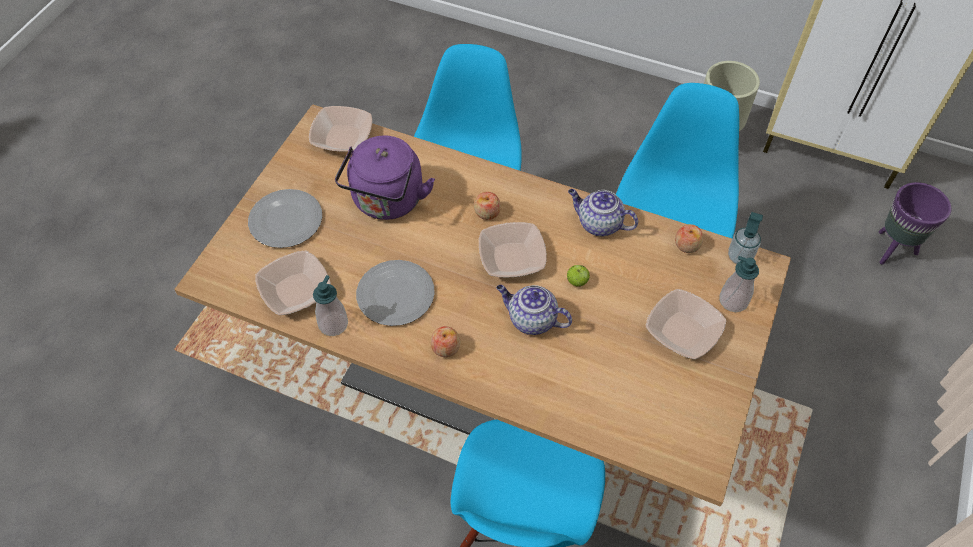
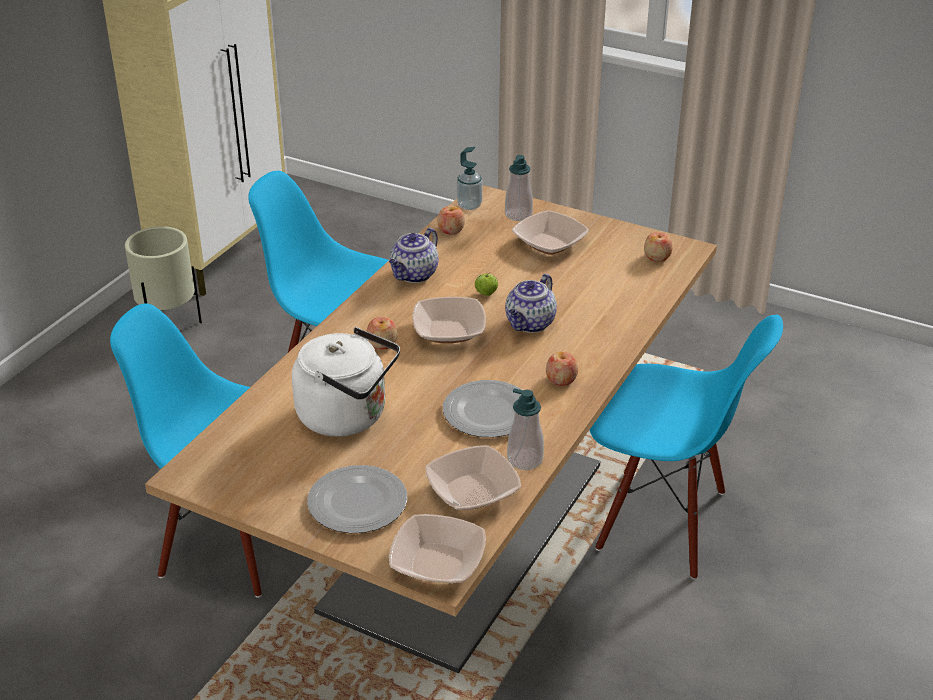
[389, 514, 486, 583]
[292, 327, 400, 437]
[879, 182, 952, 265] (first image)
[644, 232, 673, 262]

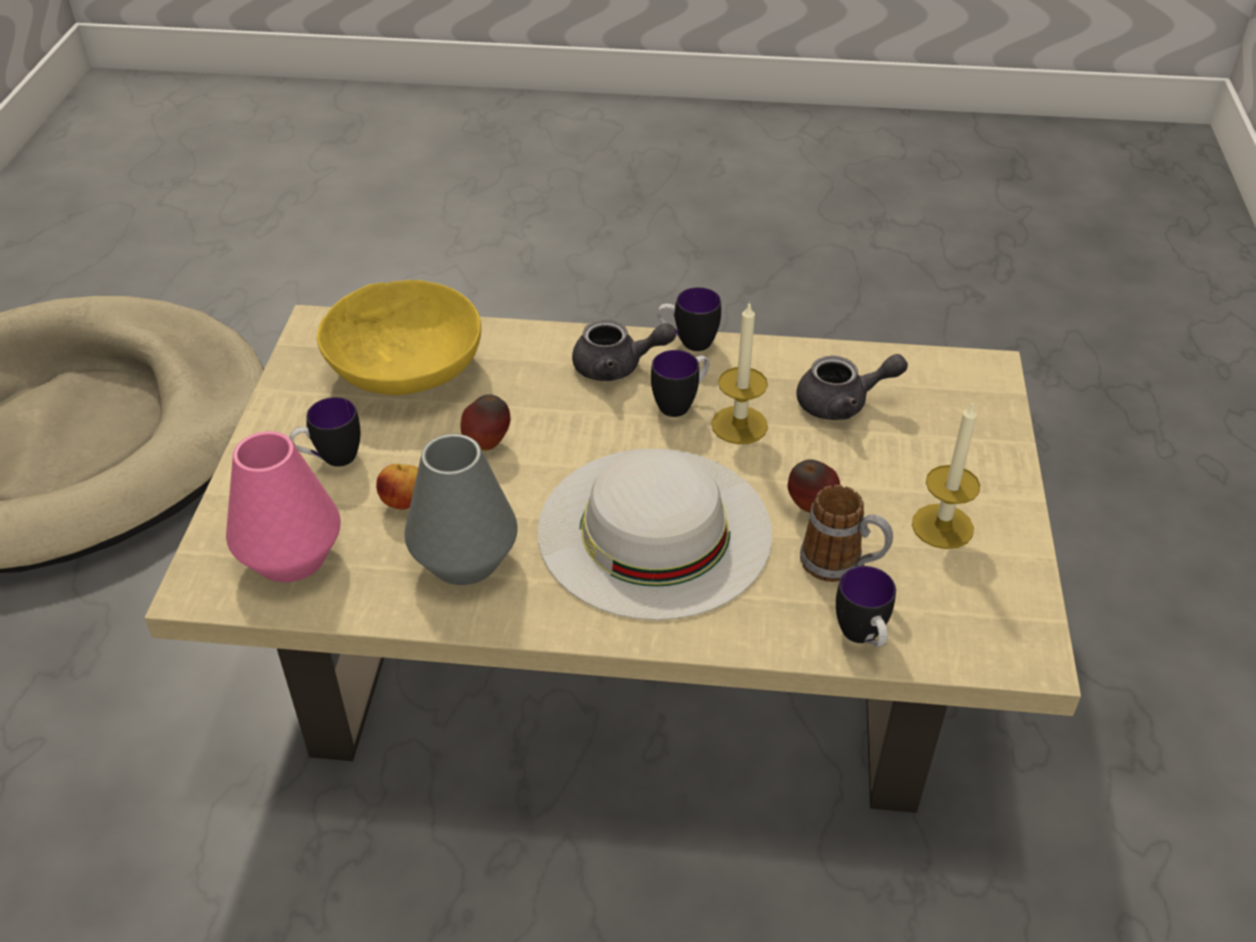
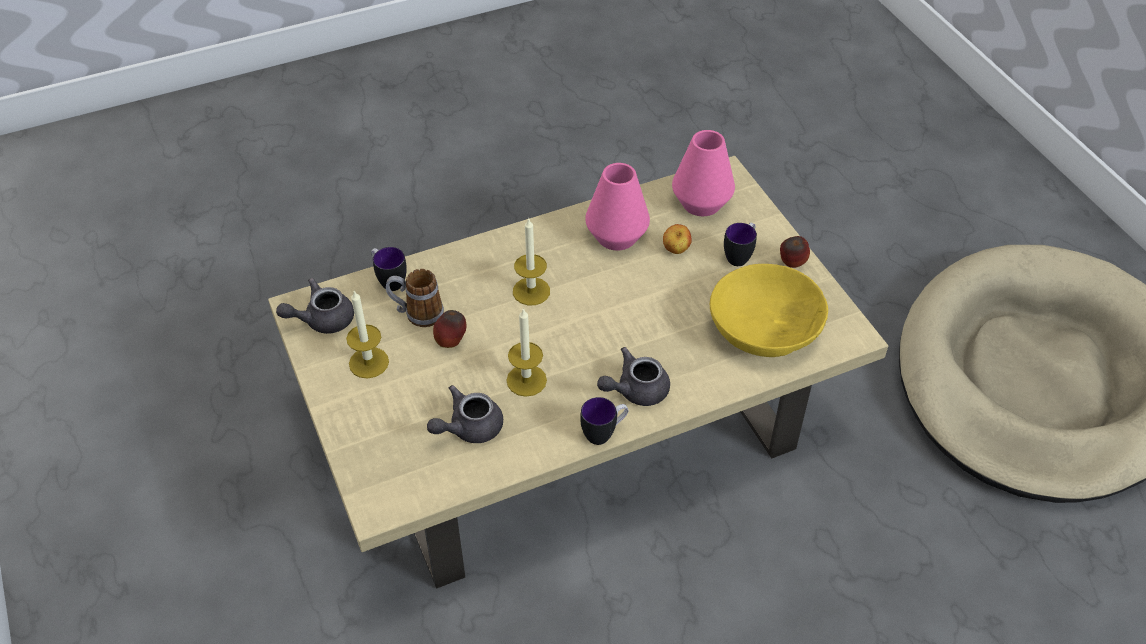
[651, 350, 709, 417] (first image)
[780, 236, 810, 268]
[585, 163, 650, 250]
[513, 218, 550, 305]
[276, 278, 354, 334]

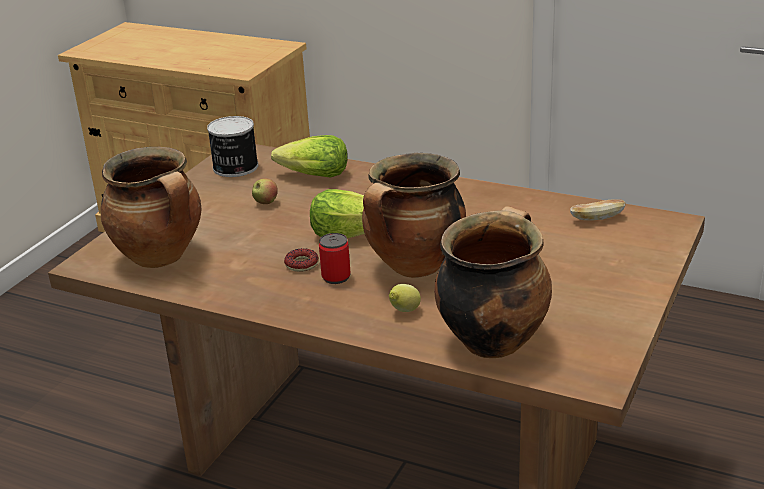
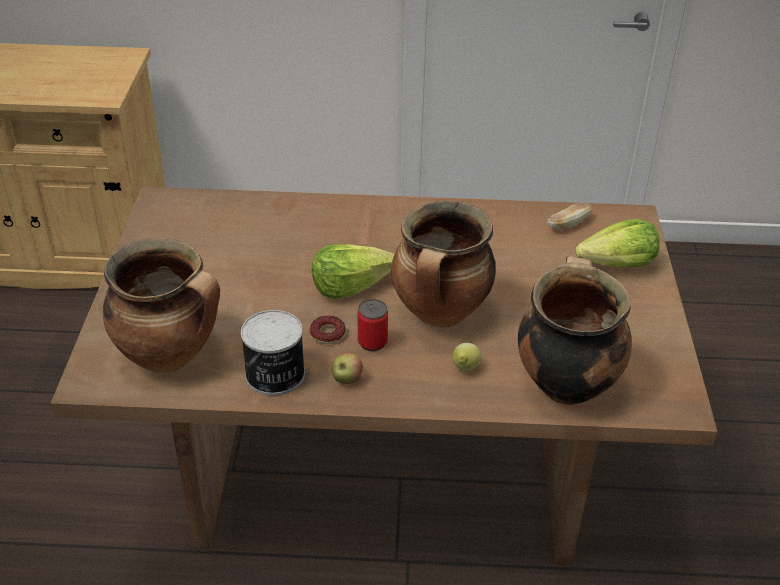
[241, 310, 305, 396]
[575, 219, 660, 267]
[332, 352, 363, 384]

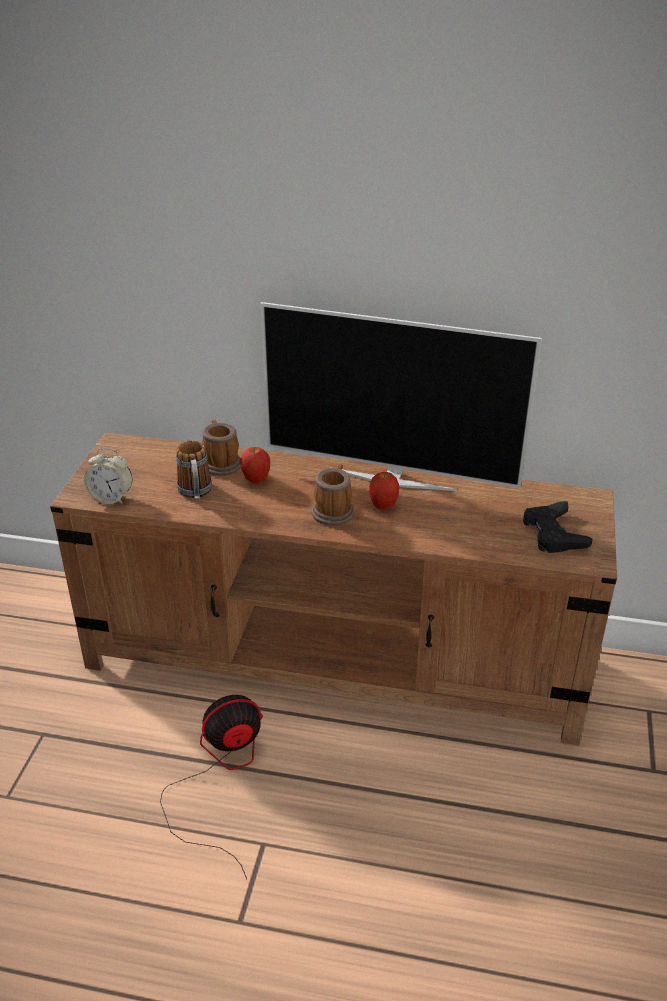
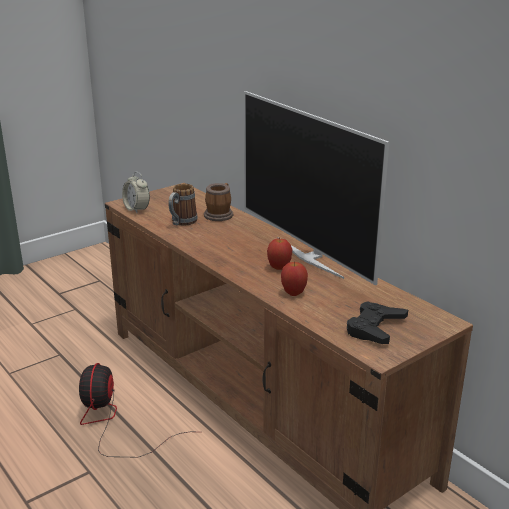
[281, 261, 308, 296]
[312, 464, 354, 526] (first image)
[79, 363, 187, 457]

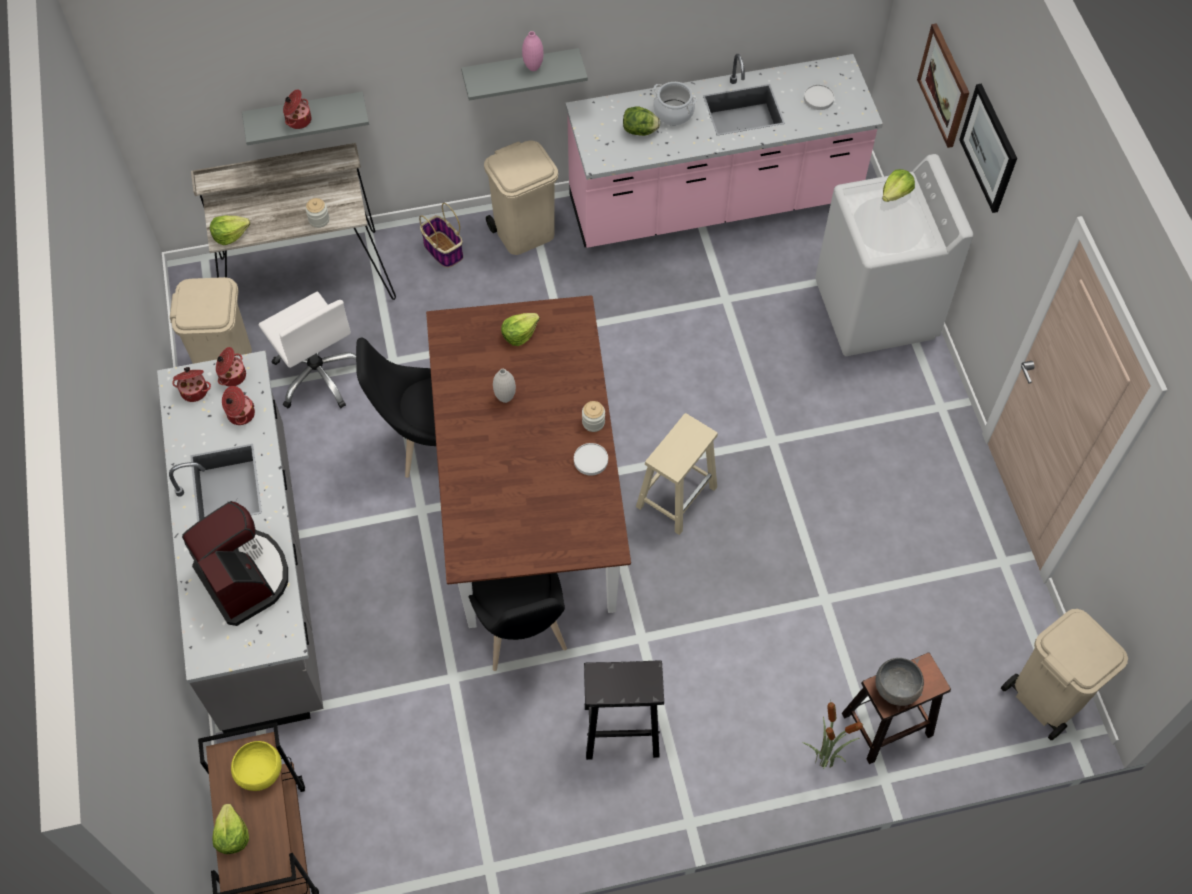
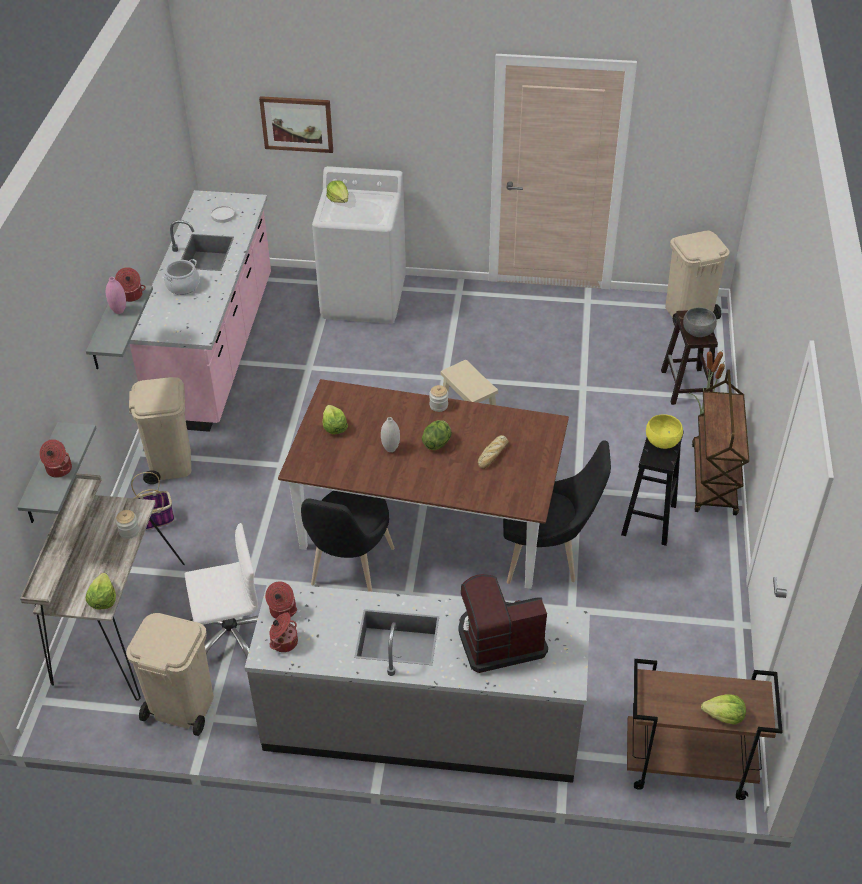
[959, 83, 1017, 213] (first image)
[422, 420, 452, 450]
[115, 267, 146, 302]
[574, 443, 608, 476] (first image)
[646, 415, 683, 449]
[692, 369, 749, 515]
[478, 435, 509, 469]

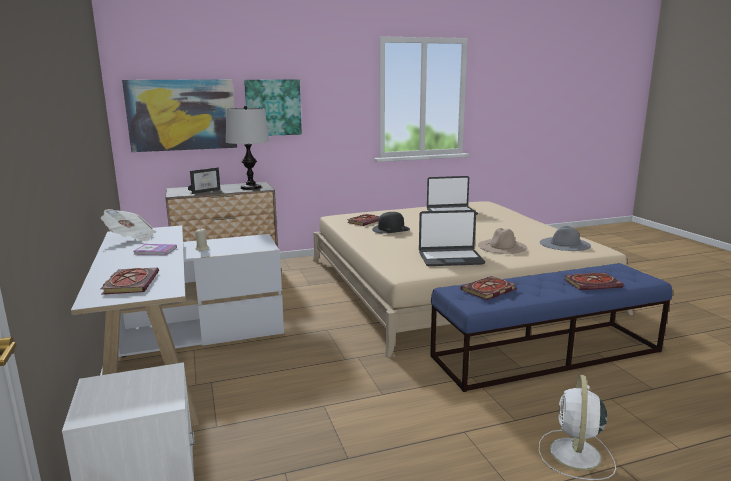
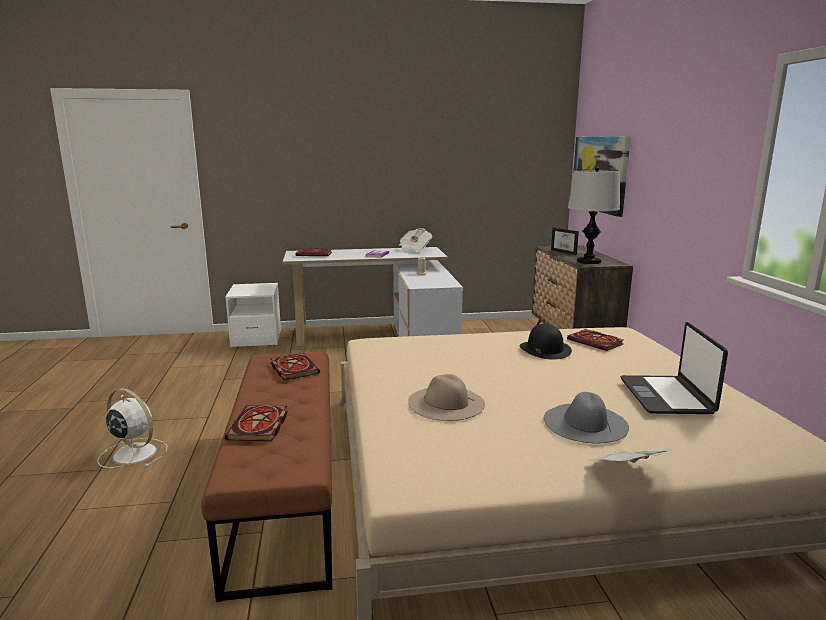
[244, 79, 302, 136] (first image)
[419, 210, 485, 266] (first image)
[544, 392, 629, 444]
[201, 351, 332, 602]
[591, 449, 671, 463]

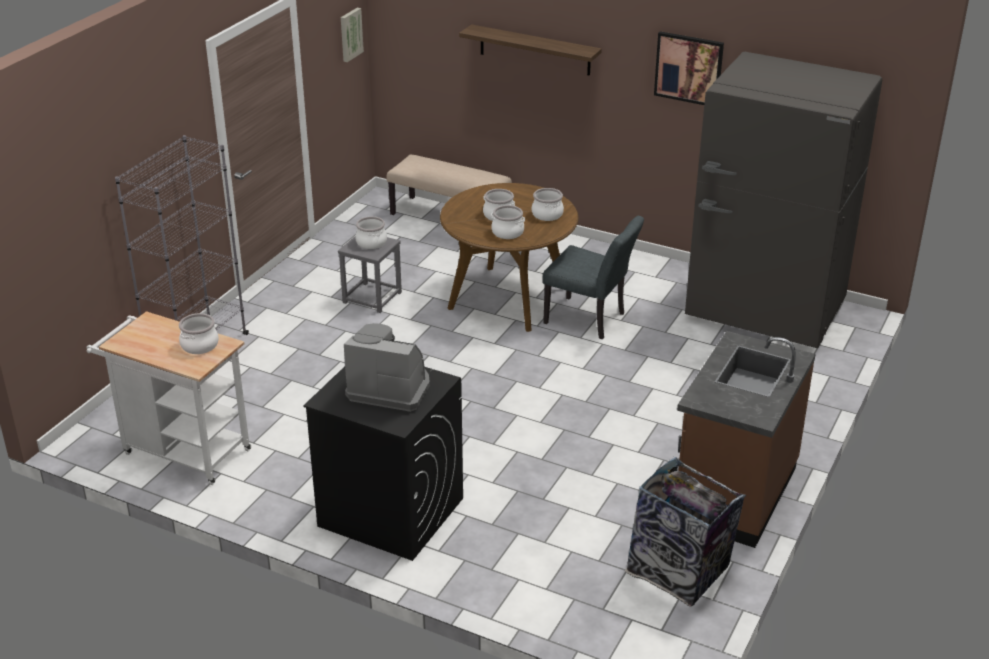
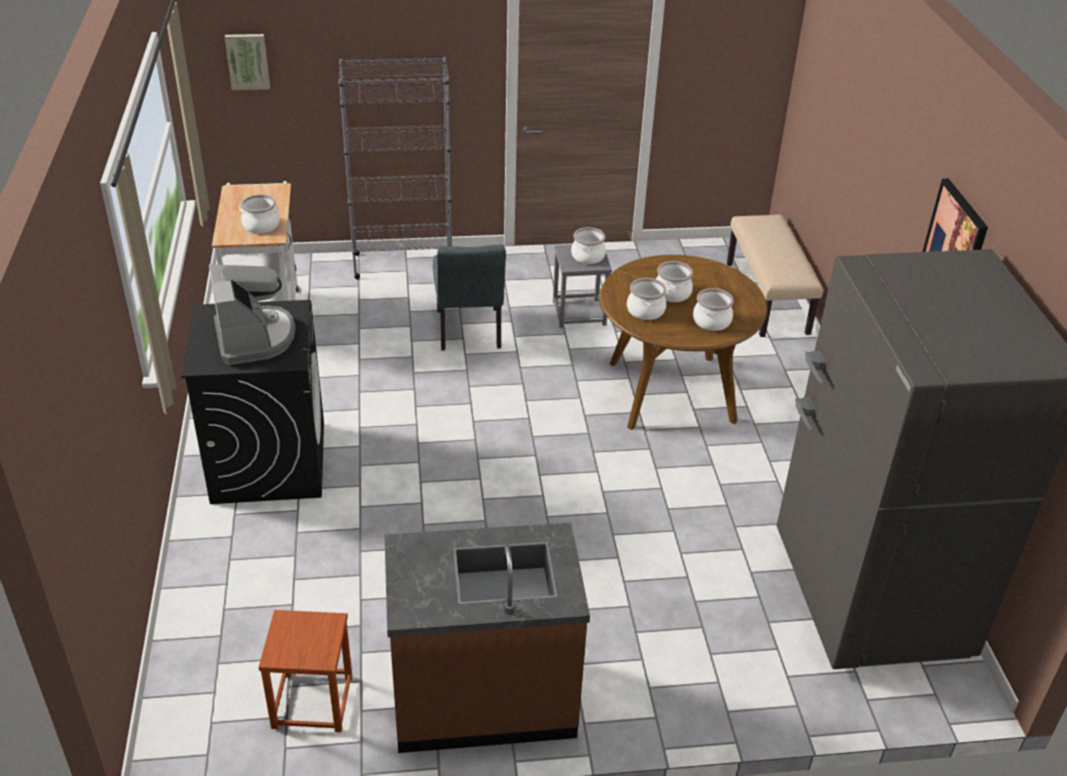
[225, 34, 270, 90]
[459, 24, 602, 76] (first image)
[433, 245, 506, 351]
[258, 610, 352, 732]

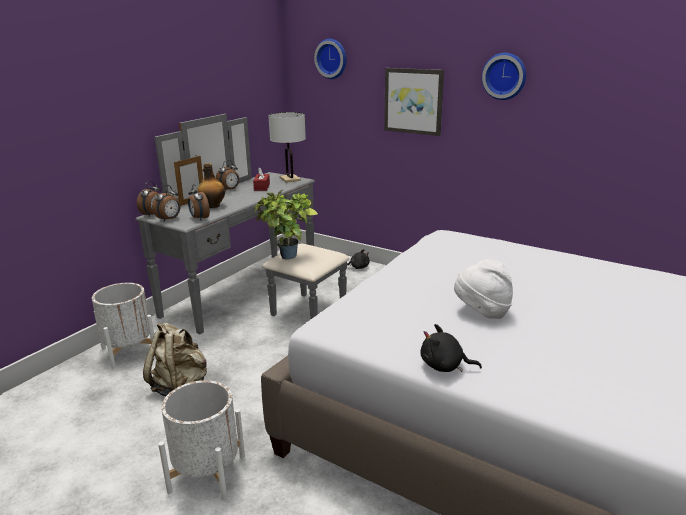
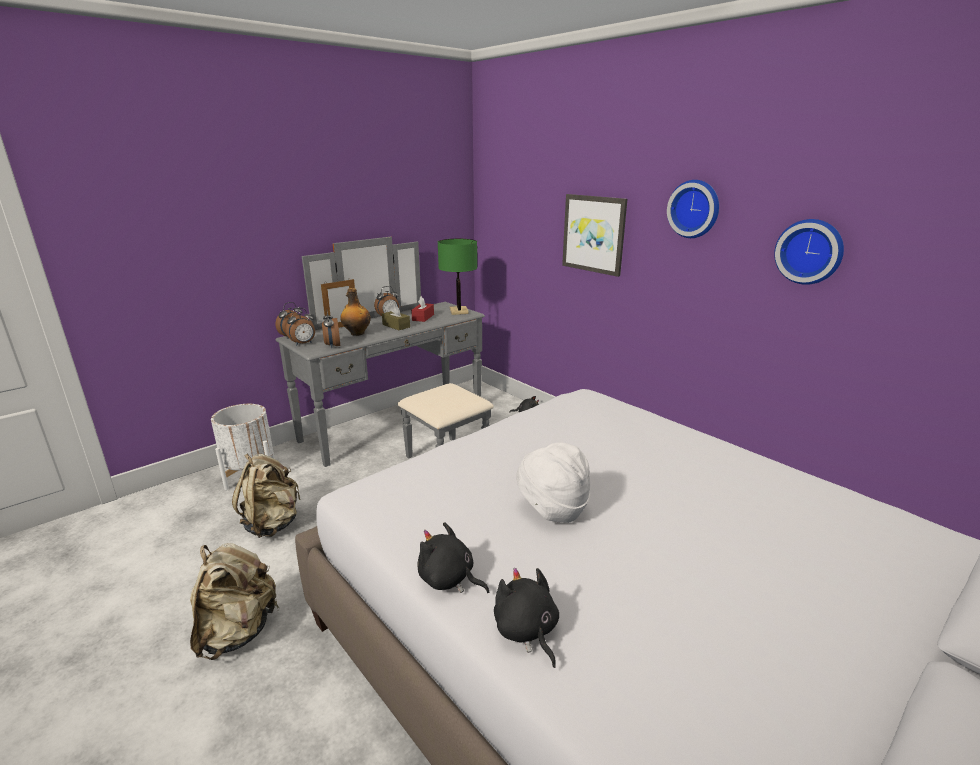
[774, 219, 844, 285]
[438, 239, 477, 315]
[254, 190, 318, 260] (first image)
[190, 543, 280, 660]
[382, 304, 410, 330]
[494, 568, 559, 668]

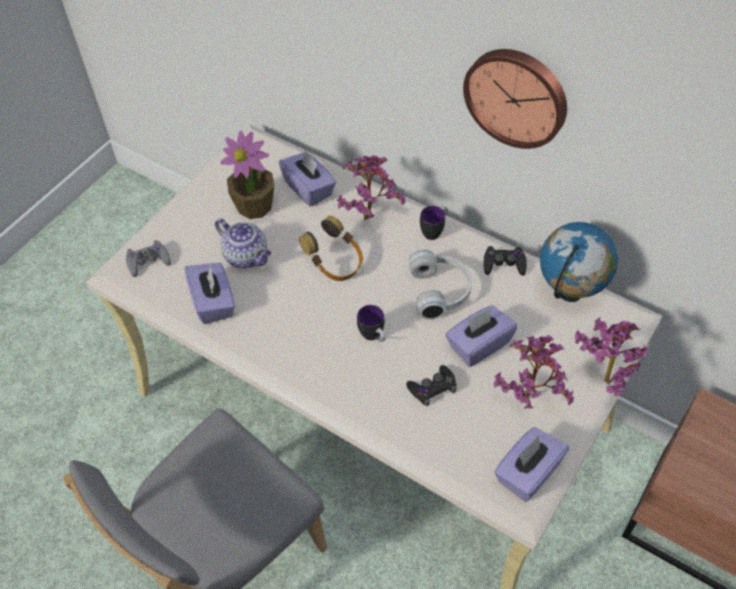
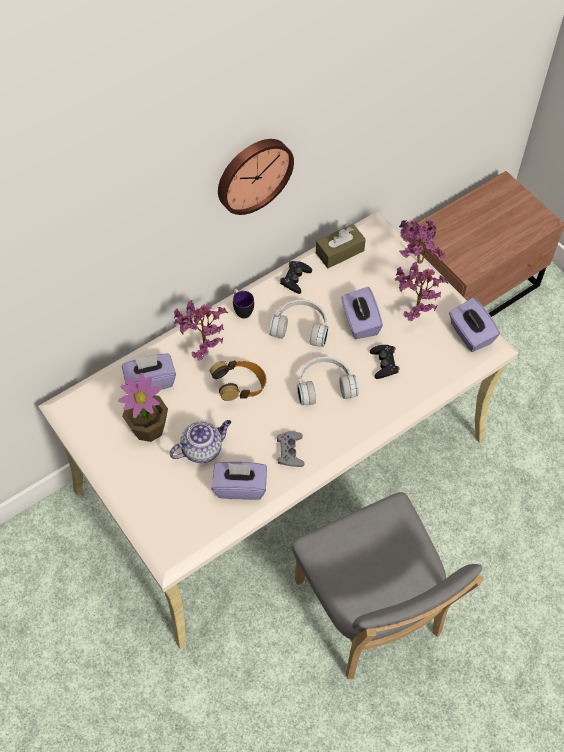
[316, 224, 366, 268]
[277, 431, 304, 467]
[297, 357, 359, 405]

